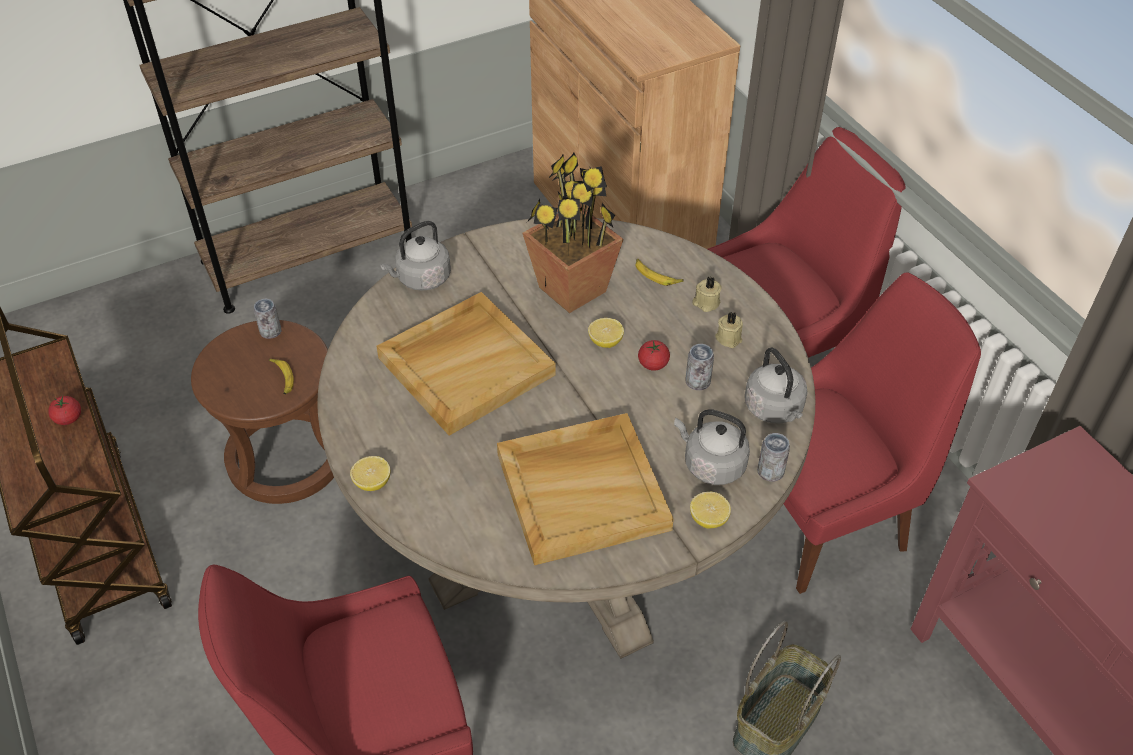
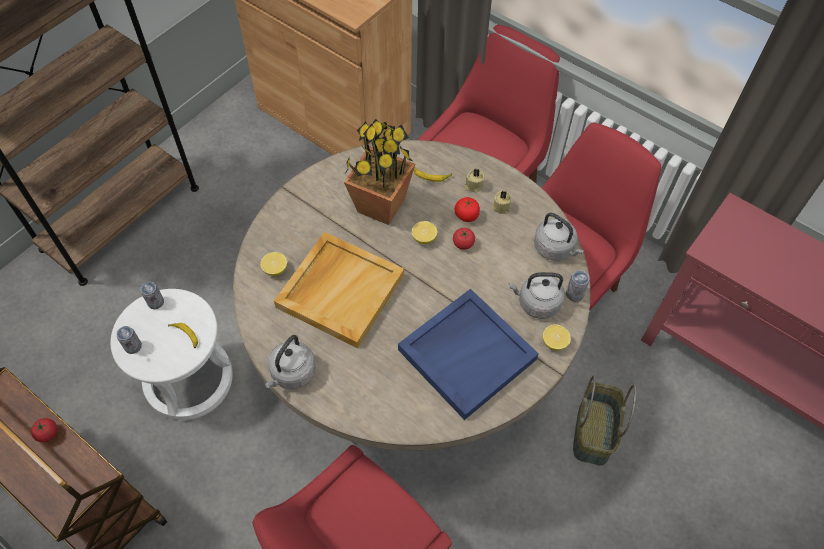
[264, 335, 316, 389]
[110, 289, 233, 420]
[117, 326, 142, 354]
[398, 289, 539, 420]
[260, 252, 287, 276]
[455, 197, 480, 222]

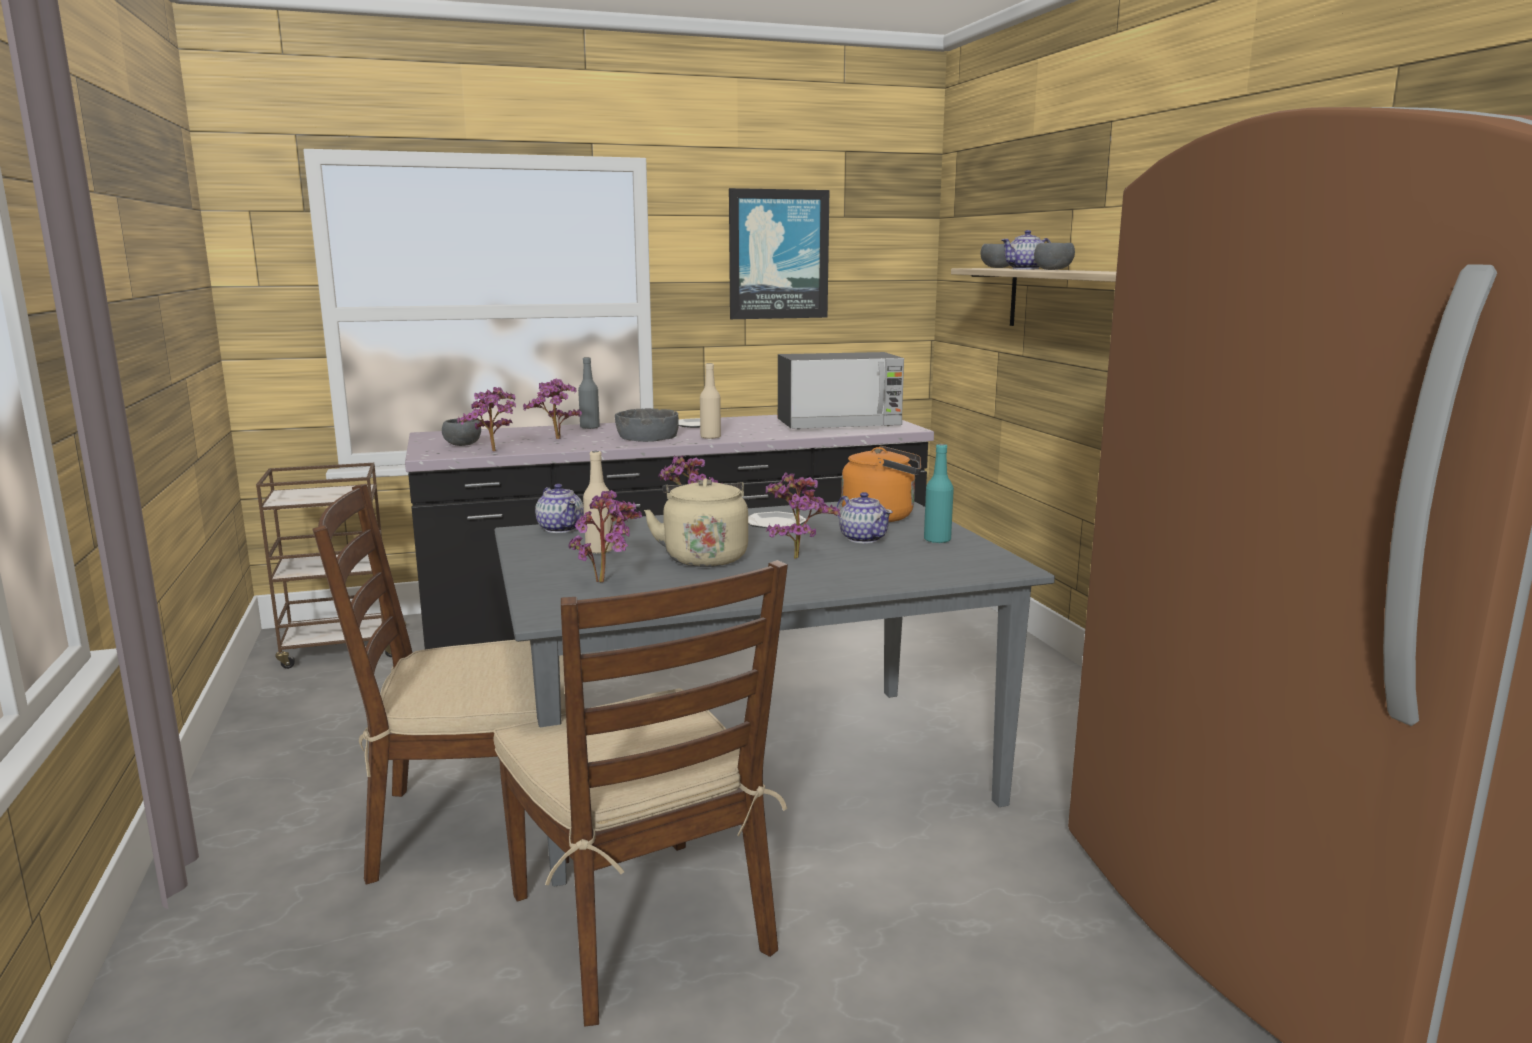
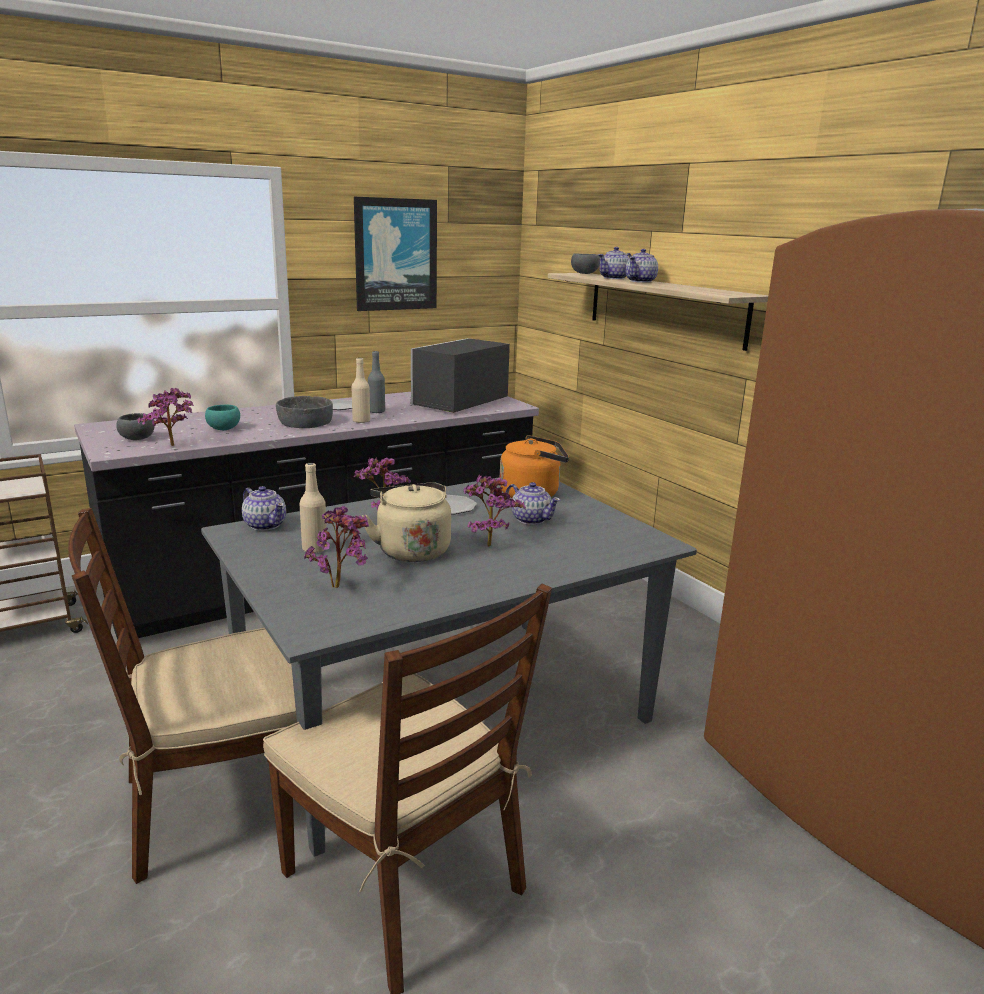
[625, 249, 658, 283]
[410, 338, 510, 413]
[368, 351, 385, 413]
[205, 405, 240, 430]
[924, 444, 954, 544] (first image)

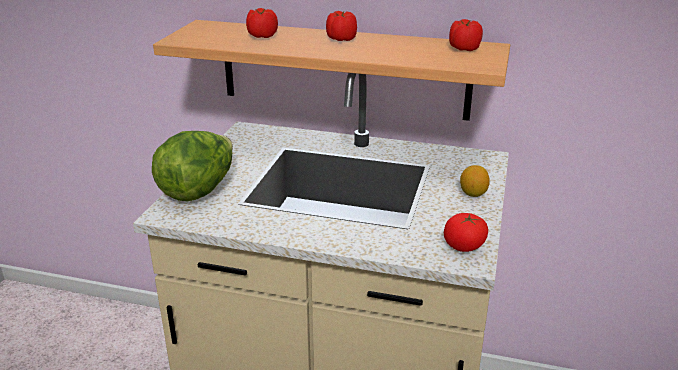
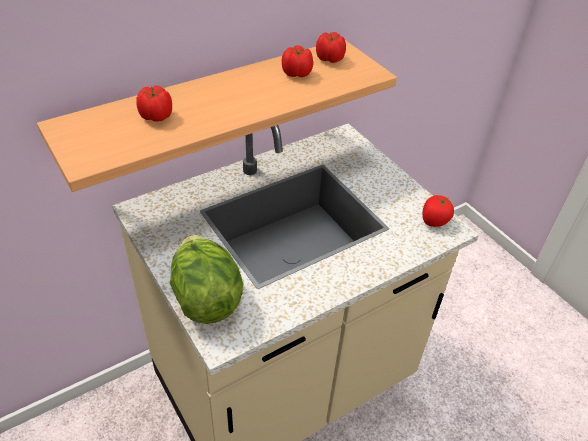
[282, 45, 313, 77]
[460, 165, 490, 197] (first image)

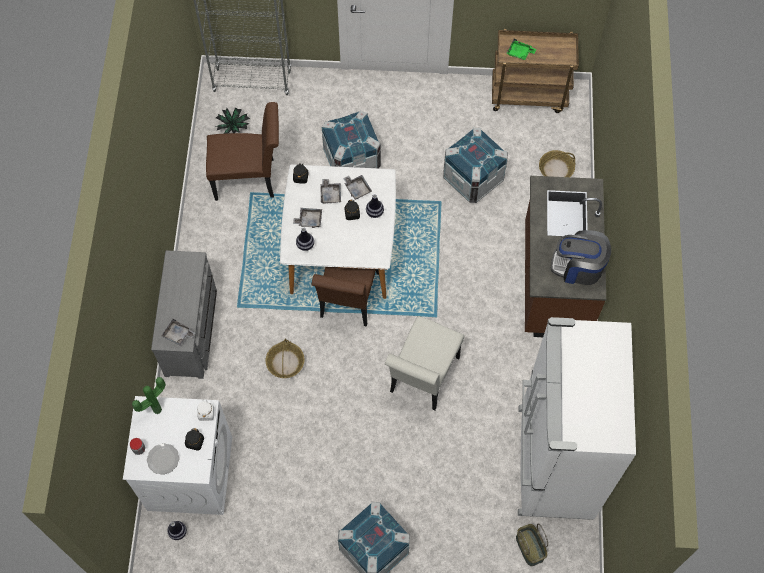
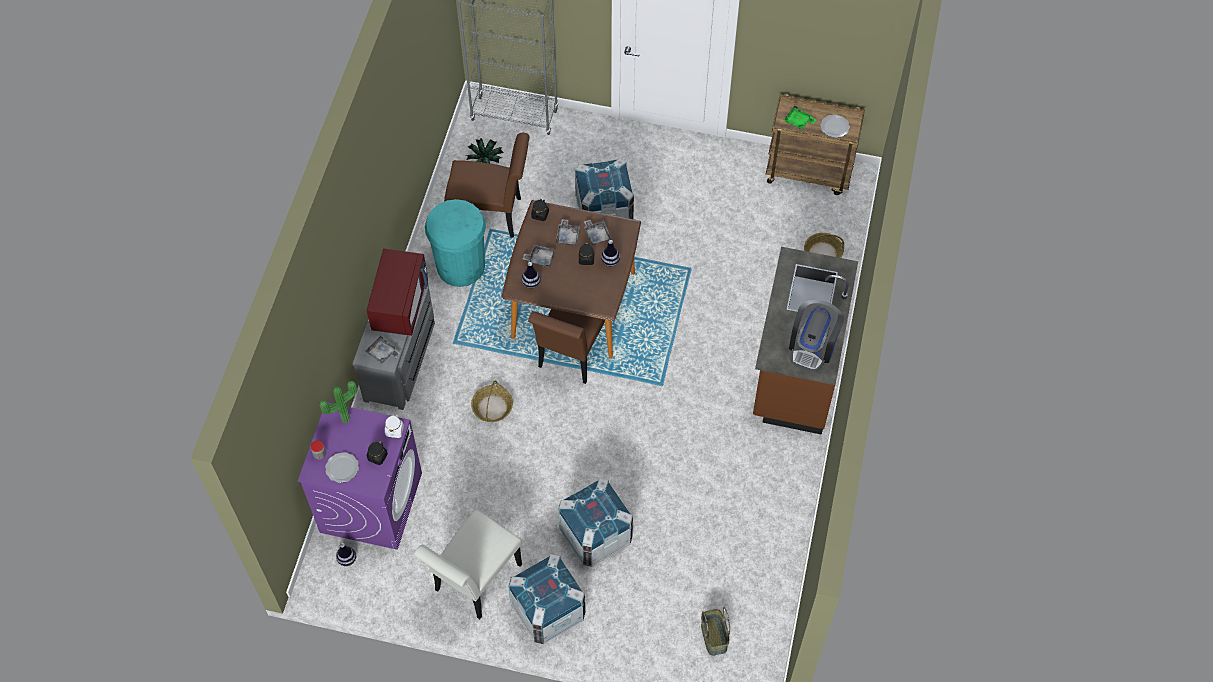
[558, 479, 633, 567]
[502, 200, 641, 359]
[789, 300, 844, 372]
[414, 510, 522, 619]
[518, 317, 636, 520] (first image)
[298, 403, 422, 550]
[820, 114, 850, 138]
[425, 199, 486, 287]
[367, 249, 428, 336]

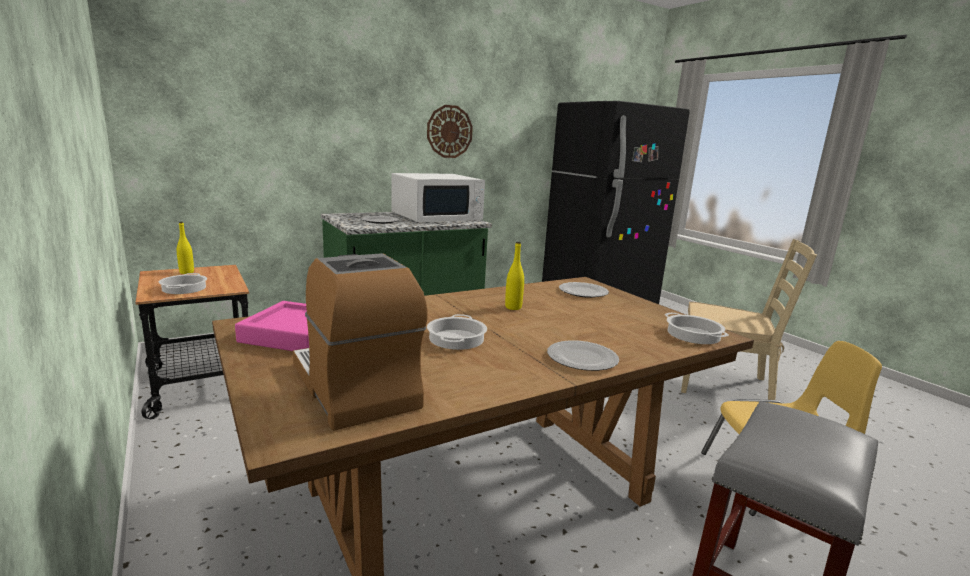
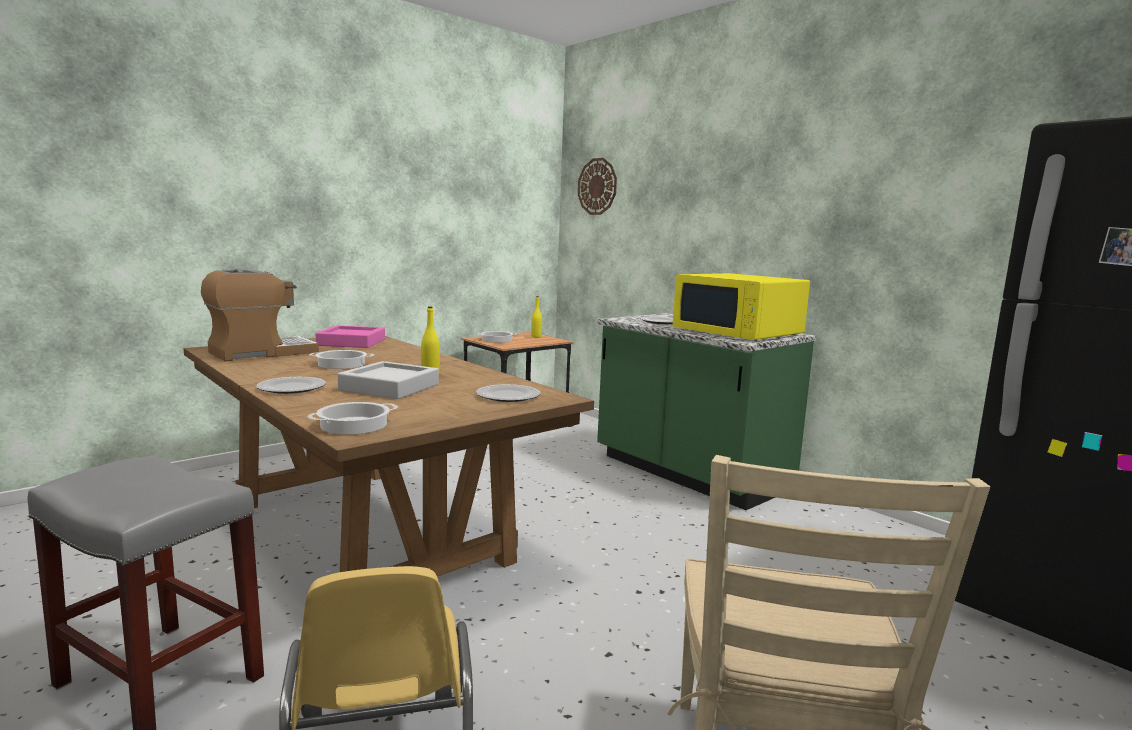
[578, 158, 617, 215]
[673, 273, 810, 341]
[338, 361, 439, 399]

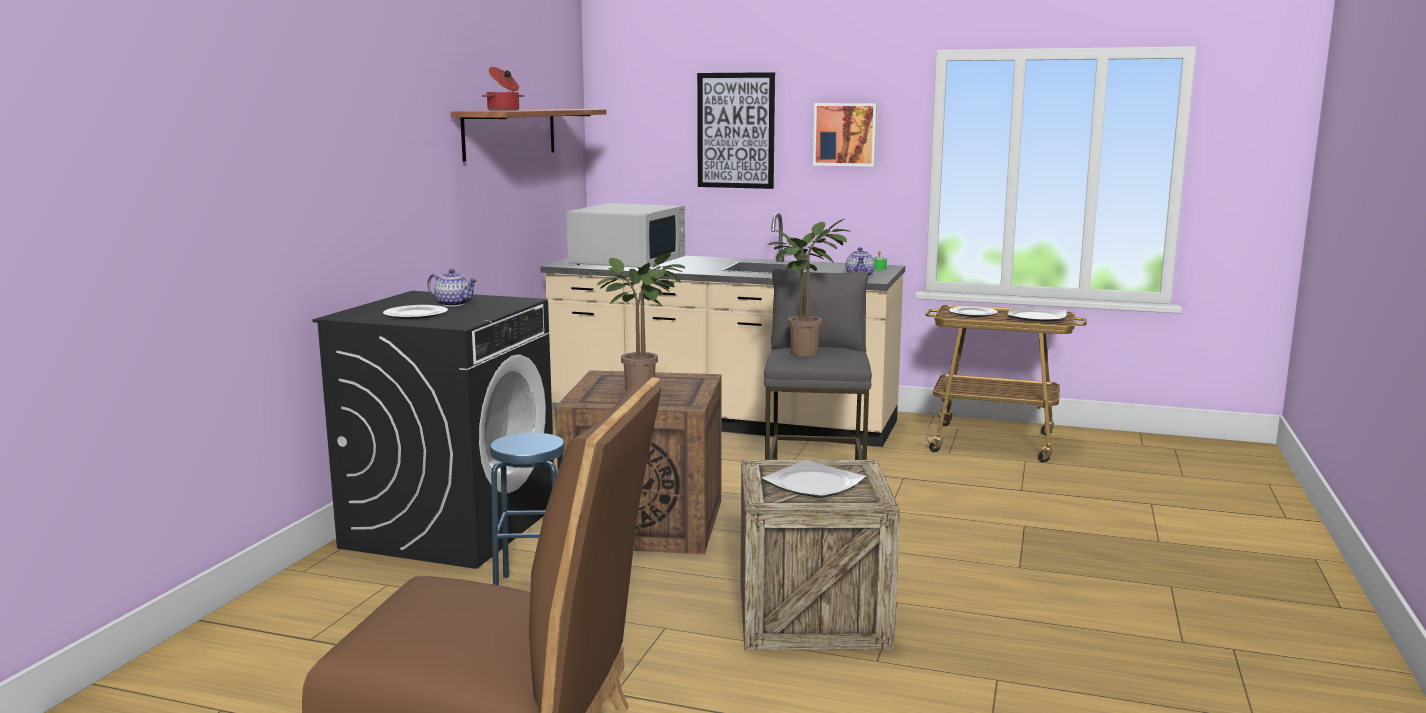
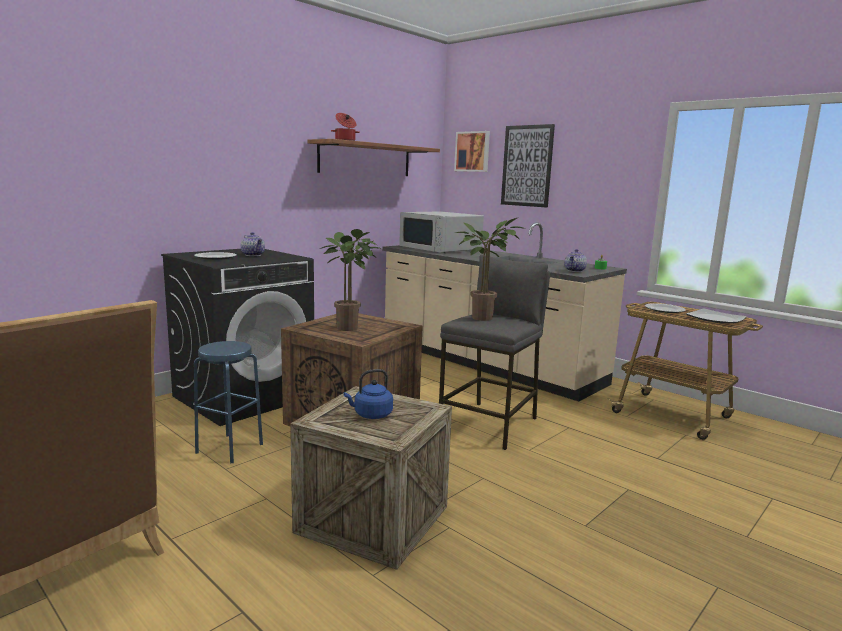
[454, 131, 490, 172]
[399, 211, 484, 253]
[343, 369, 393, 419]

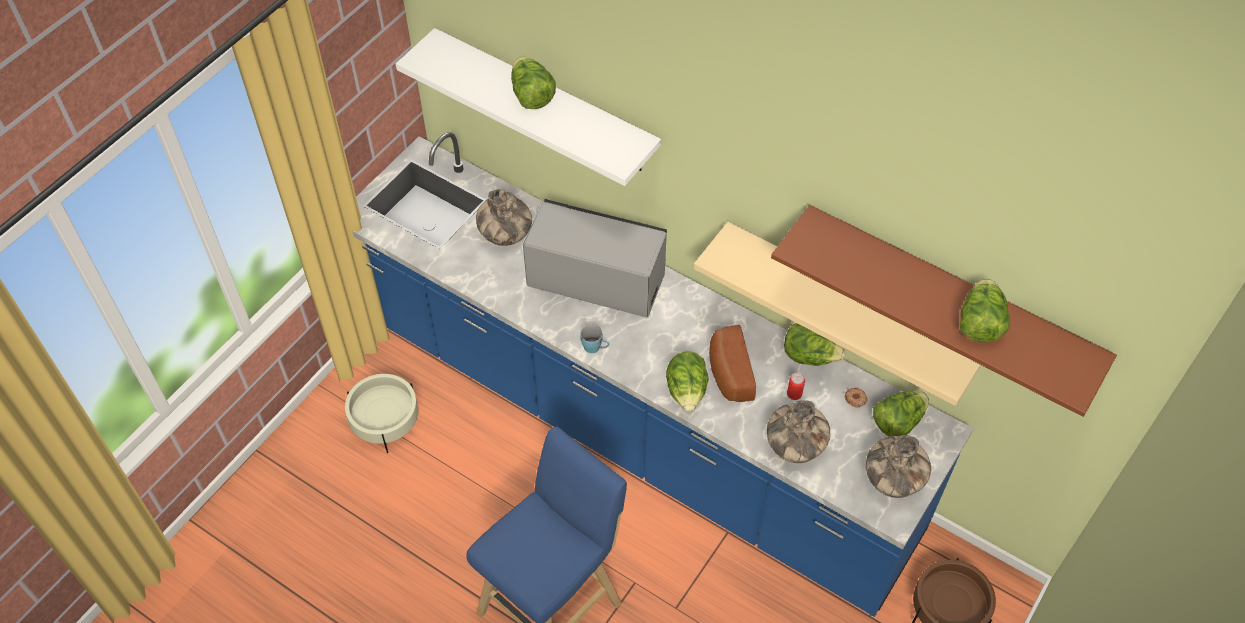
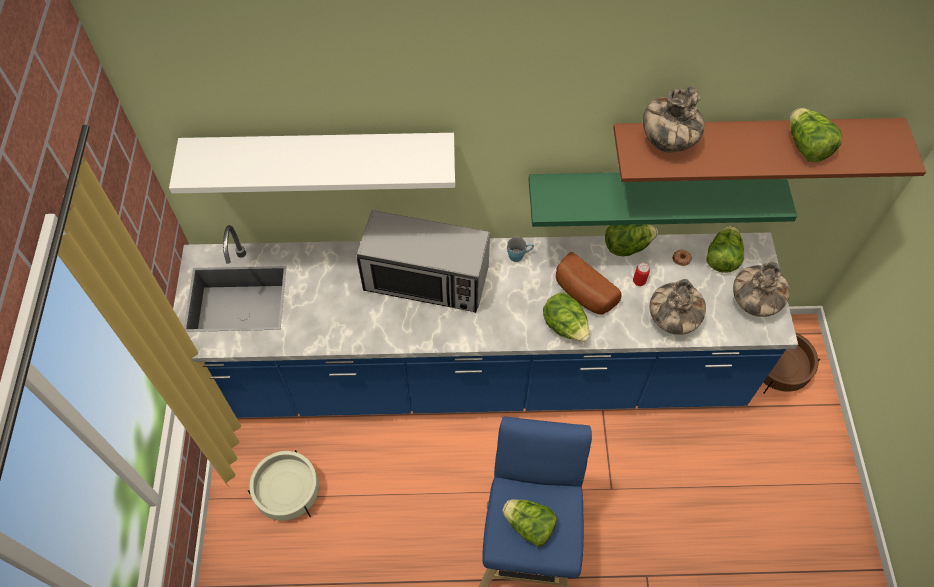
[502, 499, 557, 547]
[643, 86, 705, 153]
[357, 210, 490, 313]
[528, 172, 797, 227]
[507, 237, 534, 262]

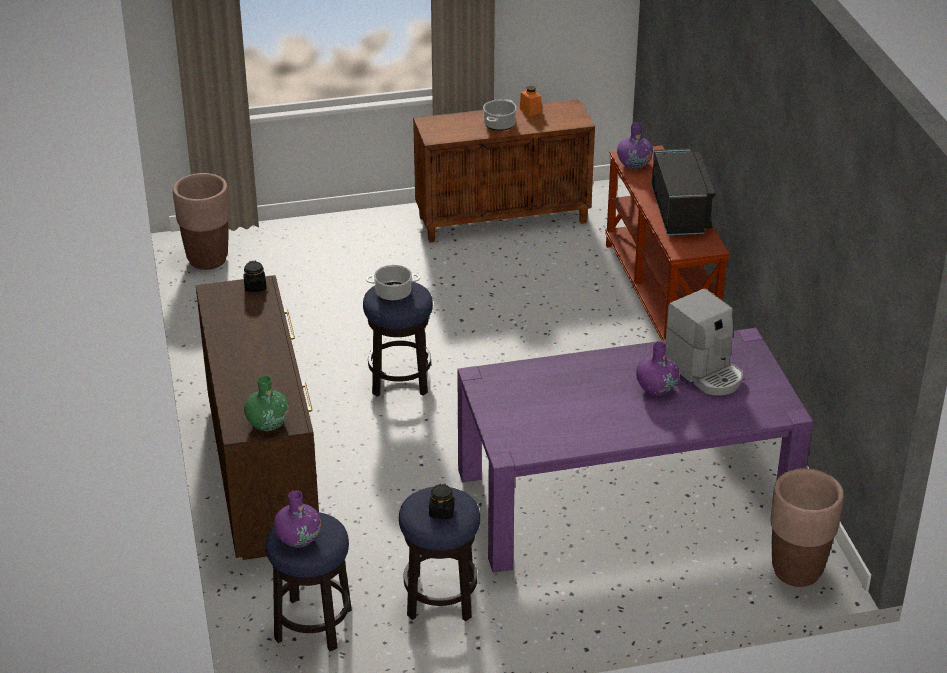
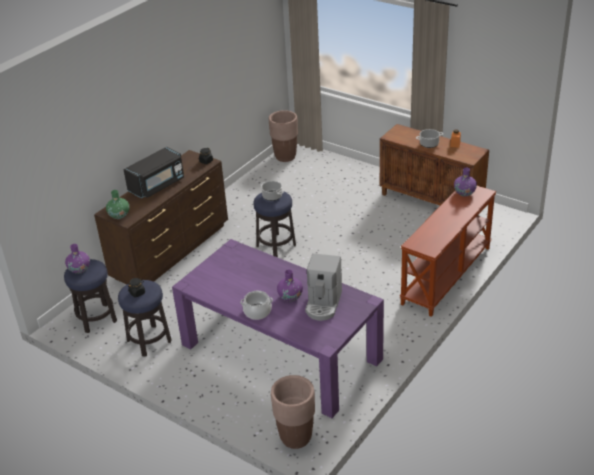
[123, 147, 184, 198]
[240, 291, 273, 320]

